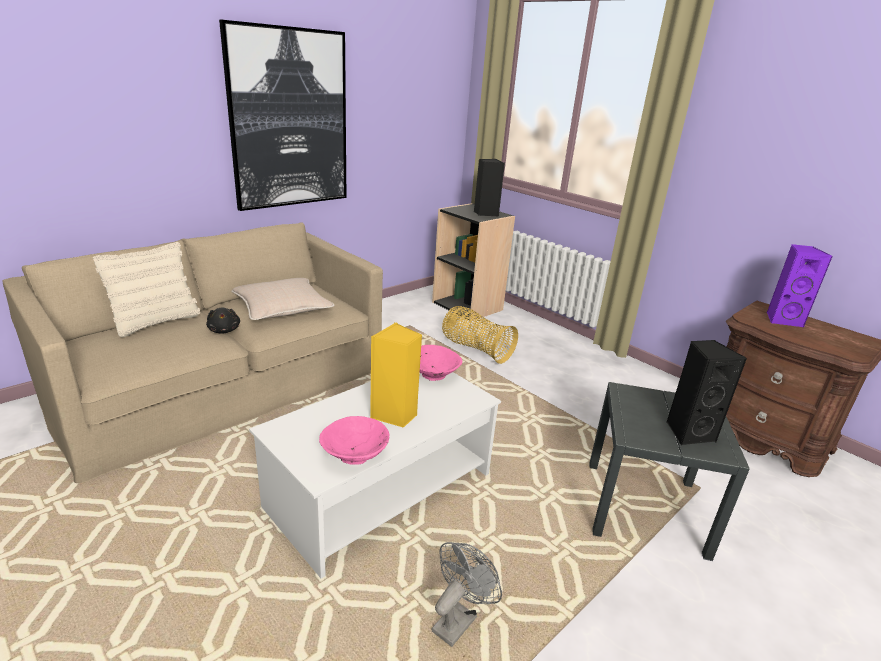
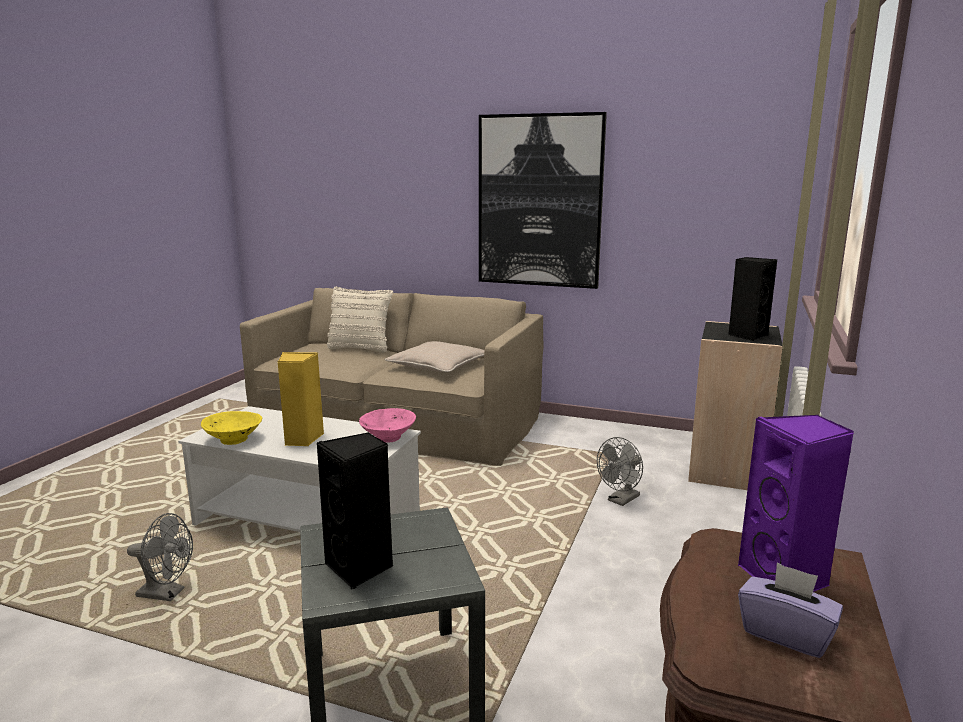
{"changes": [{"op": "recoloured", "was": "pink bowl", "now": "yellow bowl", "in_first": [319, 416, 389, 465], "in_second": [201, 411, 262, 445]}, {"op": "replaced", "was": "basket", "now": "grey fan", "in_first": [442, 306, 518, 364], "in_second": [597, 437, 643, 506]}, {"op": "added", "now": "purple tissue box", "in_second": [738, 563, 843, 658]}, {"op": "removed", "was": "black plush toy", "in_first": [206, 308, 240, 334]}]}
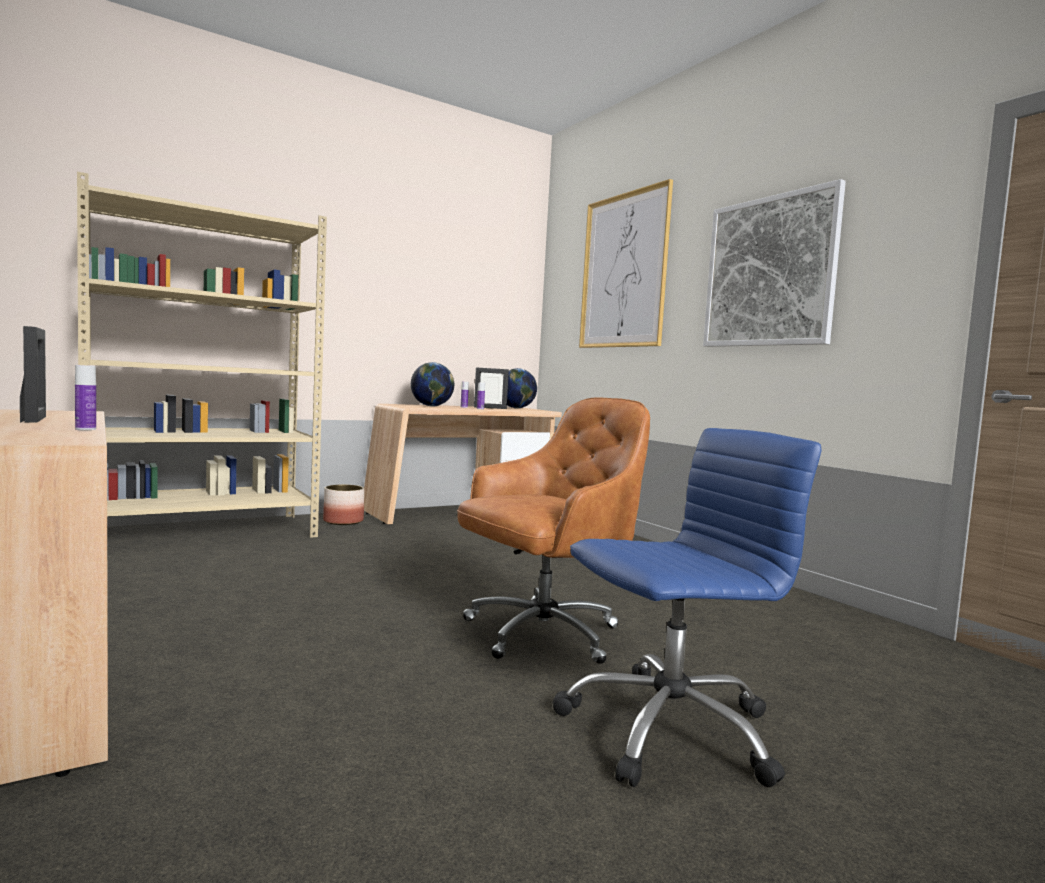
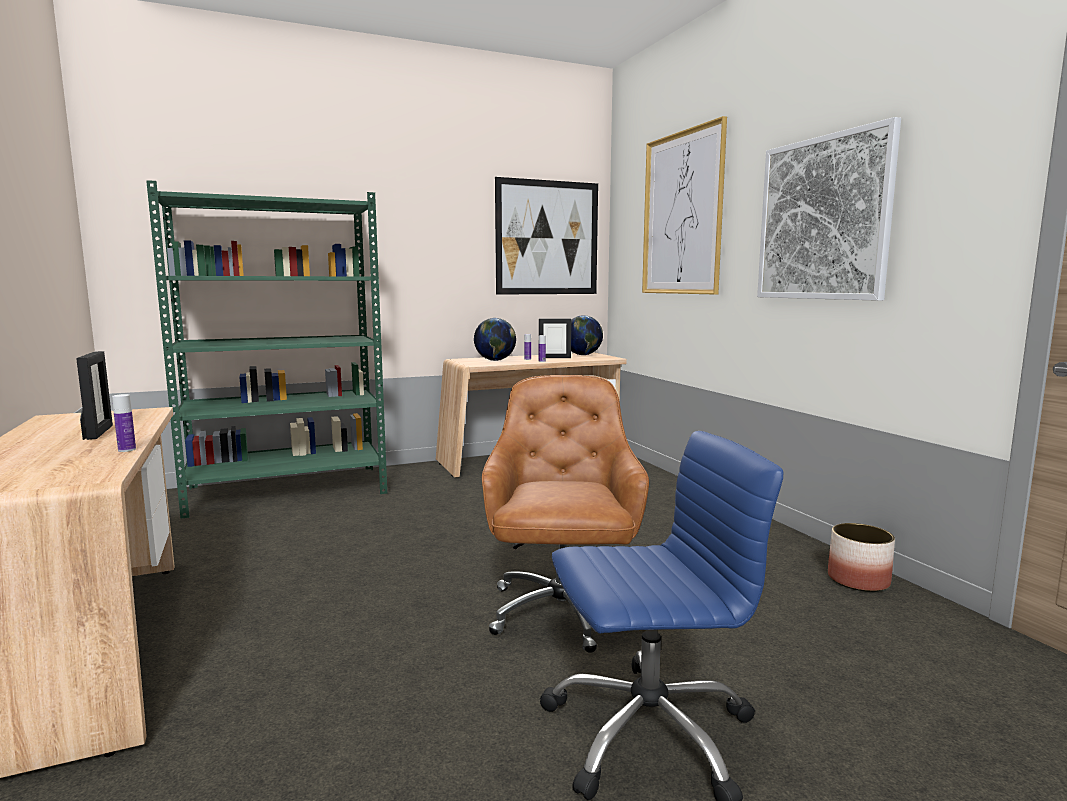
{"changes": [{"op": "recoloured", "was": "beige bookcase", "now": "green bookcase", "in_first": [77, 172, 327, 538], "in_second": [146, 180, 387, 519]}, {"op": "turned", "was": "brown office chair", "in_first": [457, 398, 650, 664], "in_second": [482, 375, 649, 653], "clockwise": -60}, {"op": "added", "now": "picture", "in_second": [495, 177, 598, 295]}, {"op": "moved", "was": "planter", "in_first": [323, 485, 364, 525], "in_second": [828, 523, 895, 592]}]}
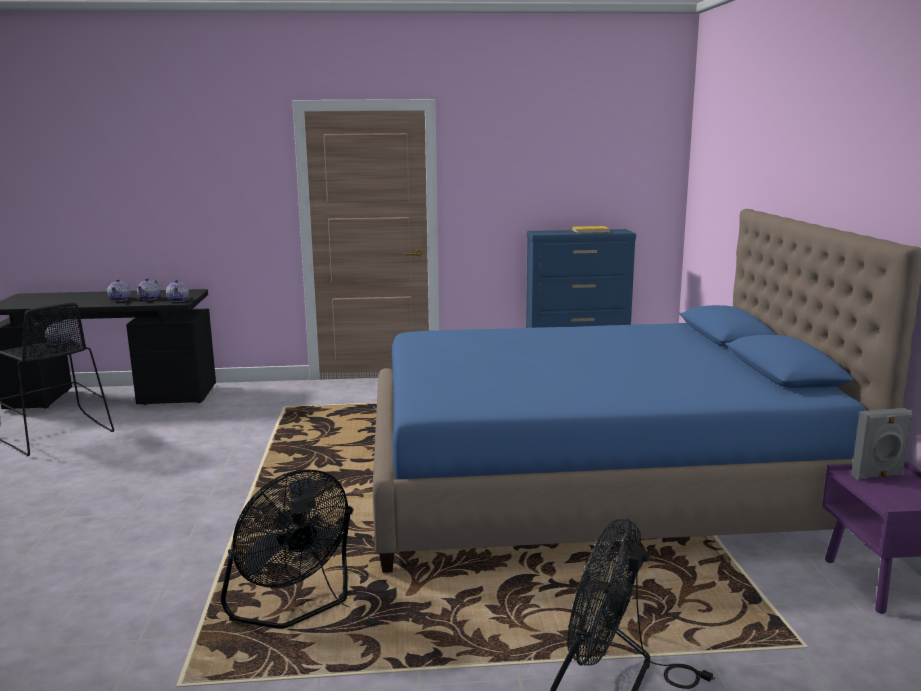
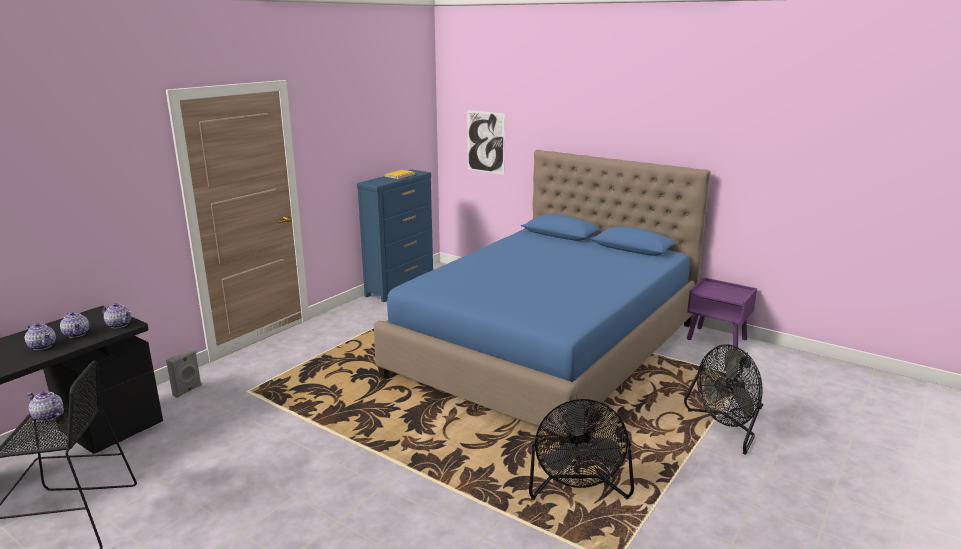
{"changes": [{"op": "moved", "was": "grey speaker", "in_first": [851, 408, 913, 480], "in_second": [166, 348, 202, 398]}, {"op": "added", "now": "picture", "in_second": [467, 110, 505, 175]}, {"op": "turned", "was": "black fan", "in_first": [221, 470, 378, 629], "in_second": [529, 399, 634, 500], "clockwise": -90}]}
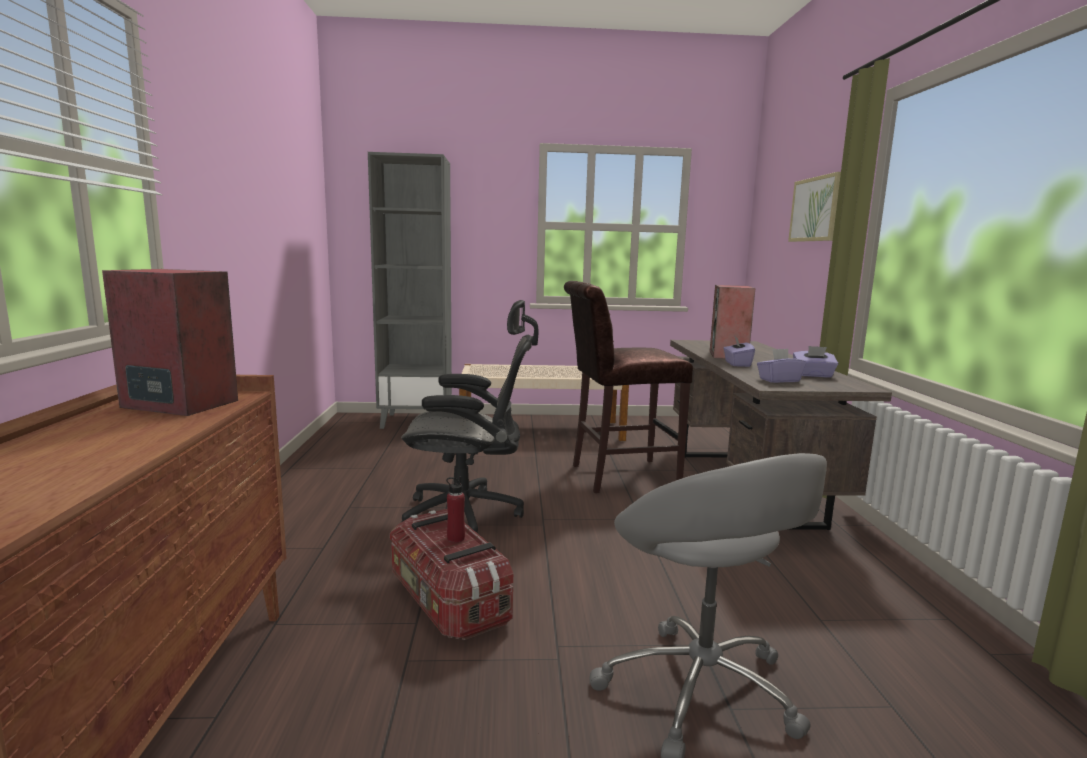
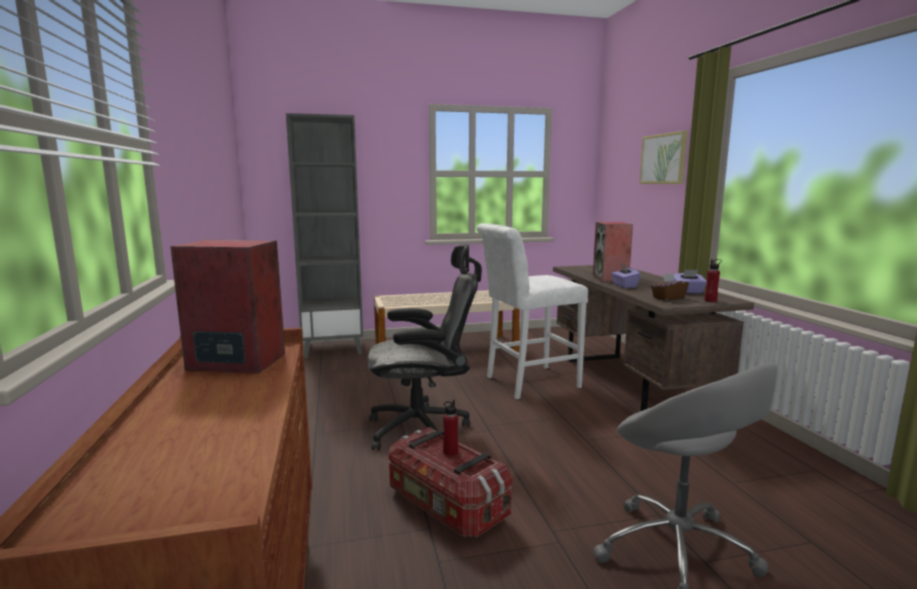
{"changes": [{"op": "recoloured", "was": "brown stool", "now": "white stool", "in_first": [564, 281, 693, 493], "in_second": [477, 223, 588, 399]}, {"op": "recoloured", "was": "purple tissue box", "now": "brown tissue box", "in_first": [757, 349, 807, 383], "in_second": [651, 273, 689, 301]}, {"op": "added", "now": "red bottle", "in_second": [704, 259, 722, 302]}]}
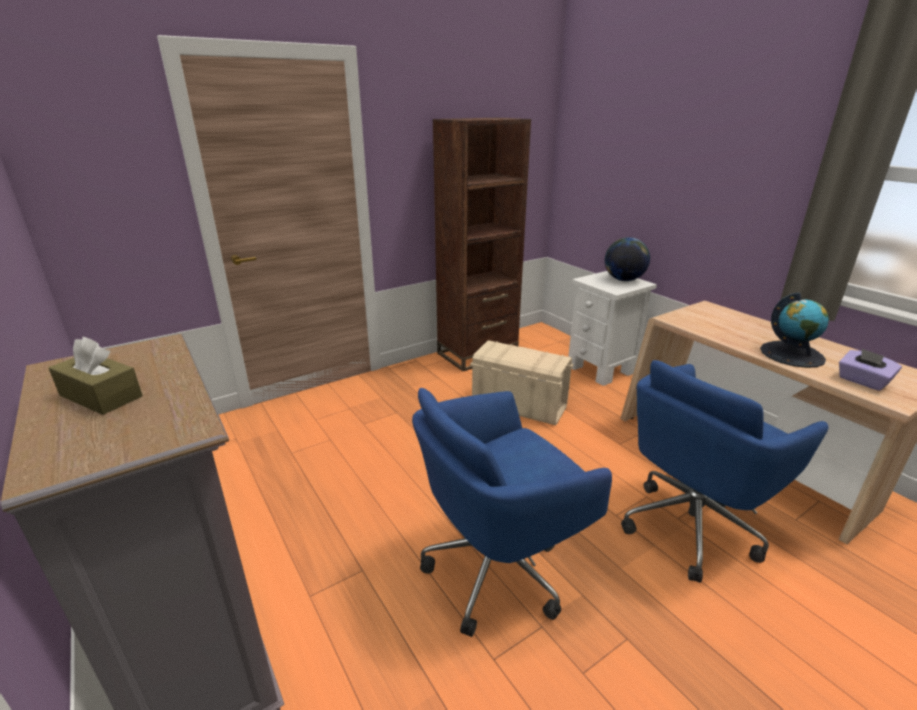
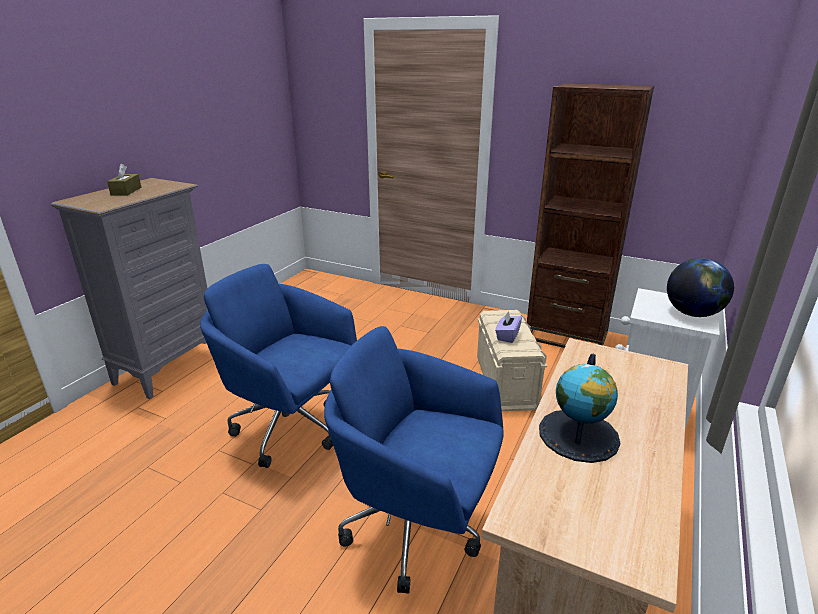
{"changes": [{"op": "moved", "was": "purple tissue box", "in_first": [839, 349, 902, 391], "in_second": [495, 311, 522, 343]}]}
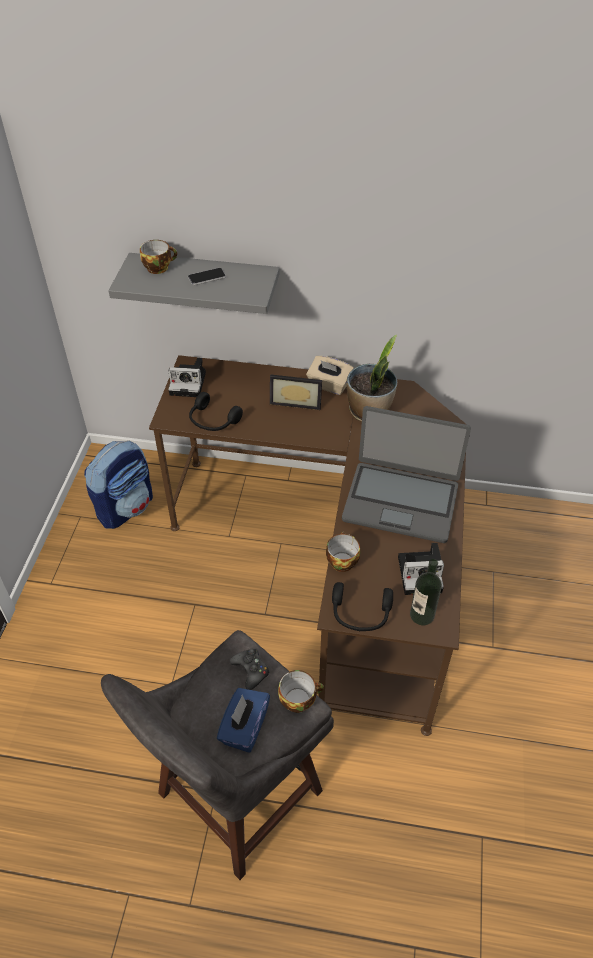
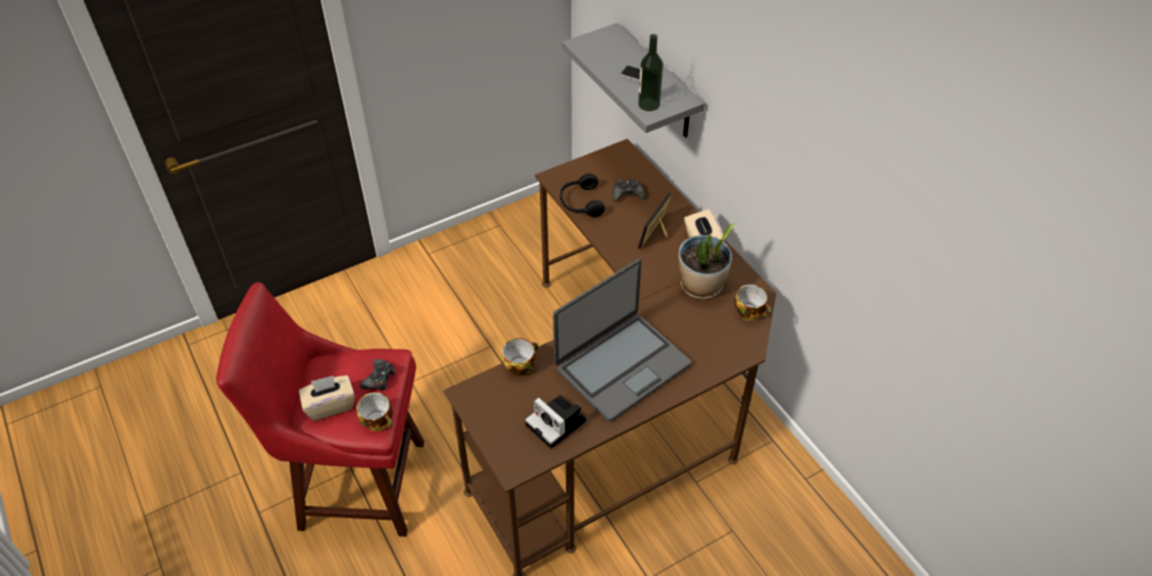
{"changes": [{"op": "recoloured", "was": "grey stool", "now": "red stool", "in_first": [101, 630, 334, 880], "in_second": [216, 282, 424, 537]}, {"op": "recoloured", "was": "blue tissue box", "now": "beige tissue box", "in_first": [217, 688, 270, 753], "in_second": [299, 375, 355, 421]}, {"op": "turned", "was": "laptop", "in_first": [342, 406, 471, 543], "in_second": [553, 259, 691, 422], "clockwise": -105}, {"op": "added", "now": "black game controller", "in_second": [613, 179, 645, 201]}, {"op": "moved", "was": "bottle", "in_first": [410, 559, 442, 625], "in_second": [638, 34, 663, 111]}, {"op": "turned", "was": "picture frame", "in_first": [270, 374, 322, 410], "in_second": [638, 192, 672, 249], "clockwise": 60}, {"op": "moved", "was": "cup", "in_first": [140, 240, 177, 274], "in_second": [735, 285, 772, 321]}, {"op": "removed", "was": "backpack", "in_first": [84, 441, 153, 529]}, {"op": "removed", "was": "photo camera", "in_first": [168, 358, 206, 397]}, {"op": "removed", "was": "black headphones", "in_first": [332, 582, 393, 631]}]}
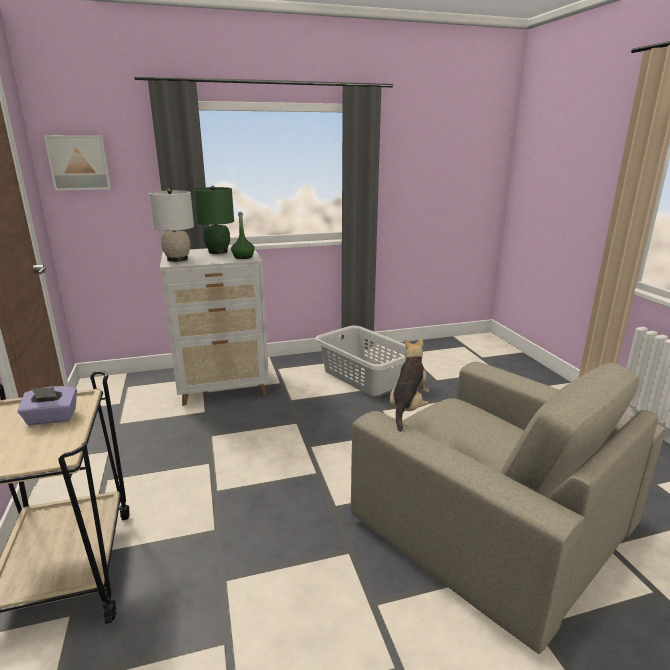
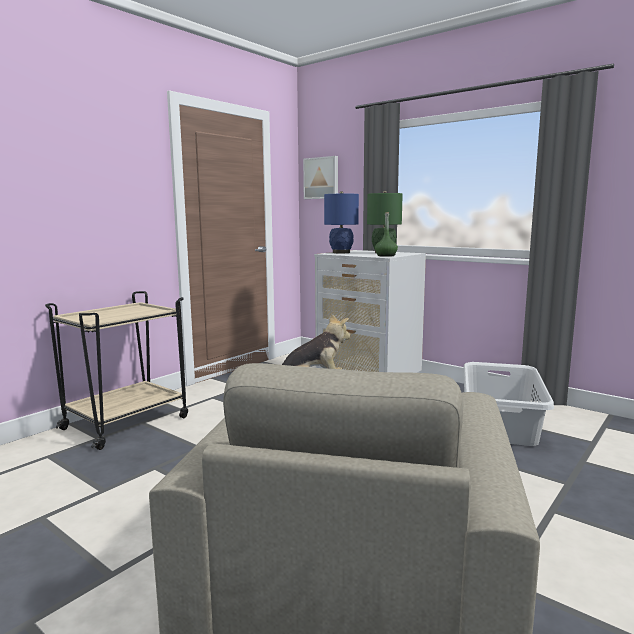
{"changes": [{"op": "recoloured", "was": "white table lamp", "now": "blue table lamp", "in_first": [149, 189, 194, 262], "in_second": [324, 191, 359, 253]}, {"op": "removed", "was": "purple tissue box", "in_first": [17, 386, 77, 425]}]}
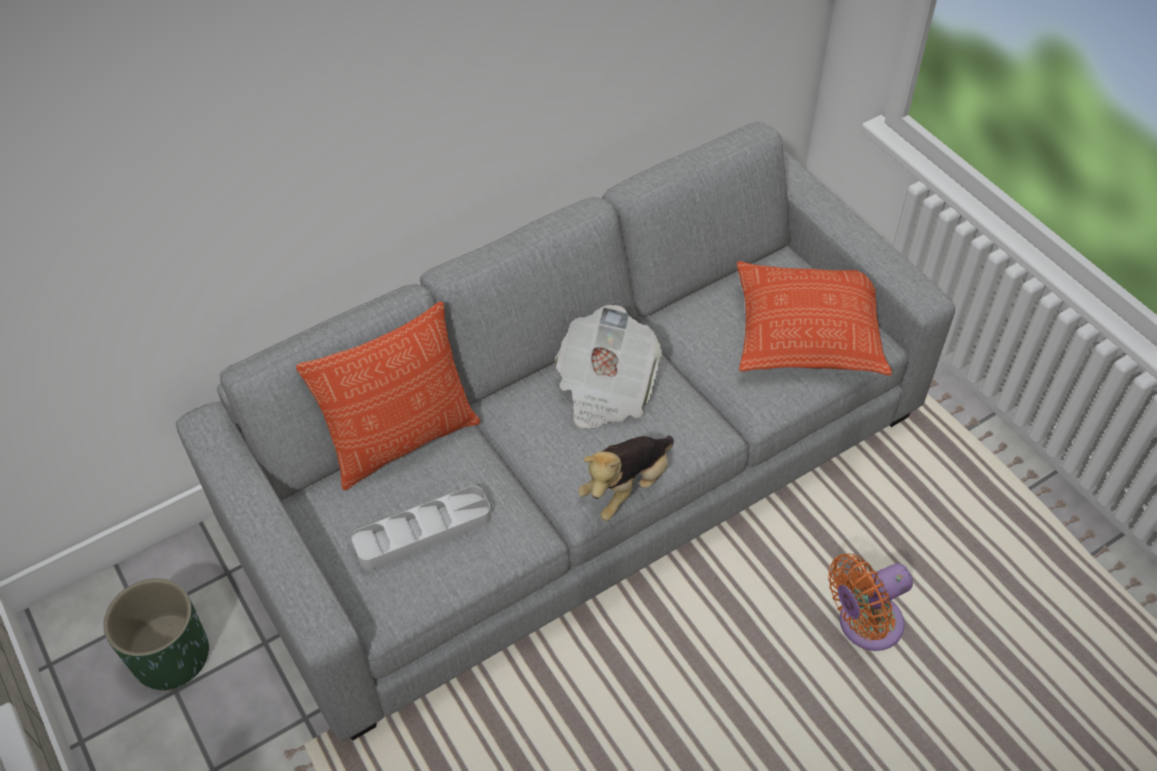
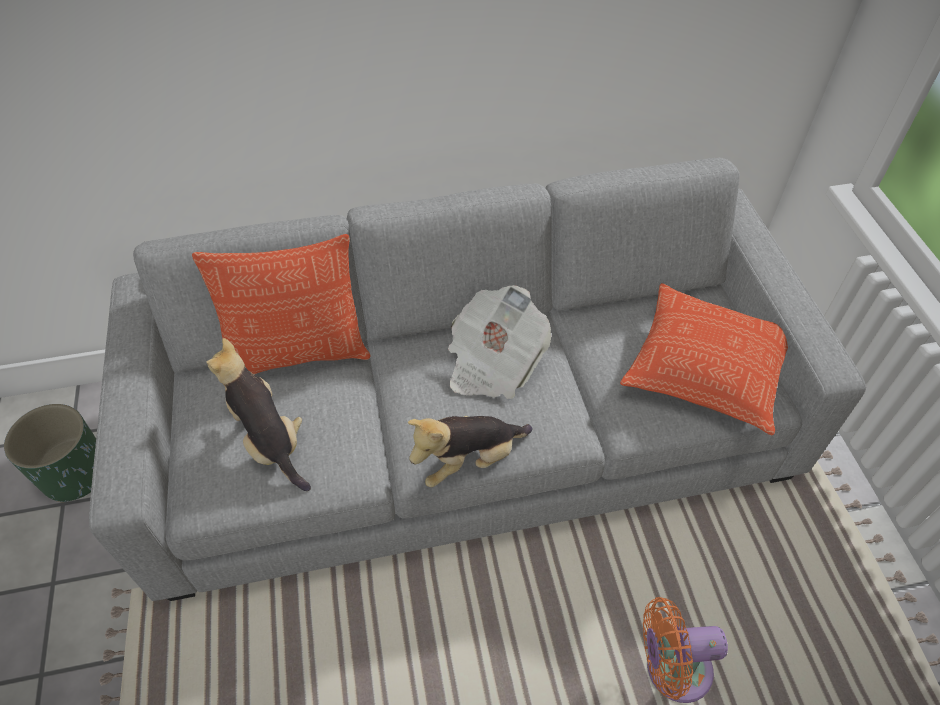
{"changes": [{"op": "replaced", "was": "grey tray", "now": "plush toy", "in_first": [352, 486, 491, 570], "in_second": [207, 338, 311, 491]}]}
